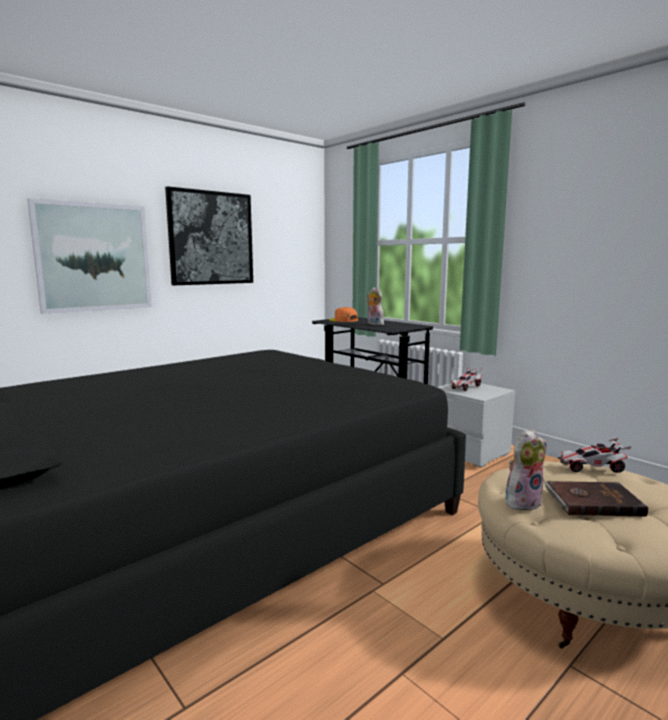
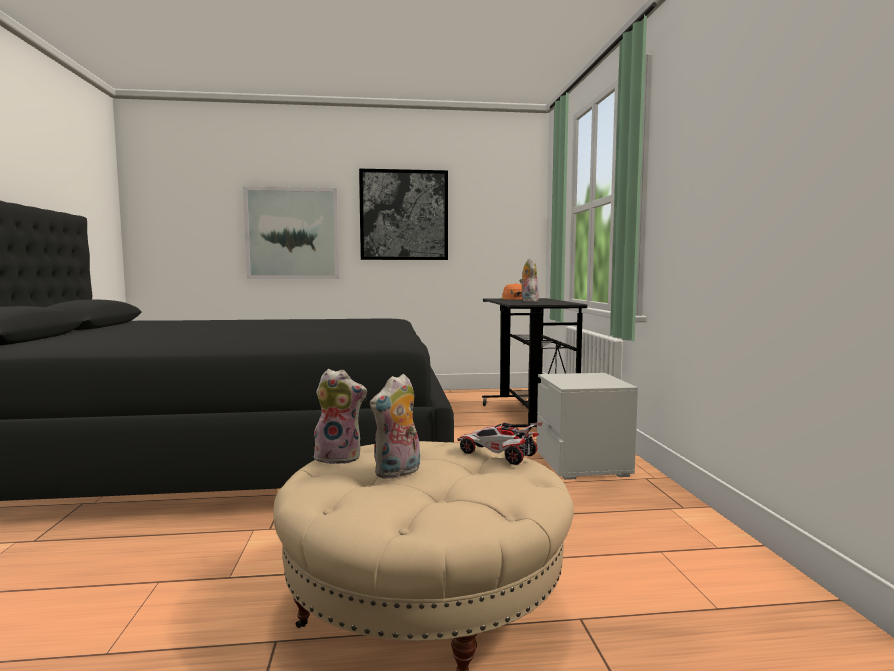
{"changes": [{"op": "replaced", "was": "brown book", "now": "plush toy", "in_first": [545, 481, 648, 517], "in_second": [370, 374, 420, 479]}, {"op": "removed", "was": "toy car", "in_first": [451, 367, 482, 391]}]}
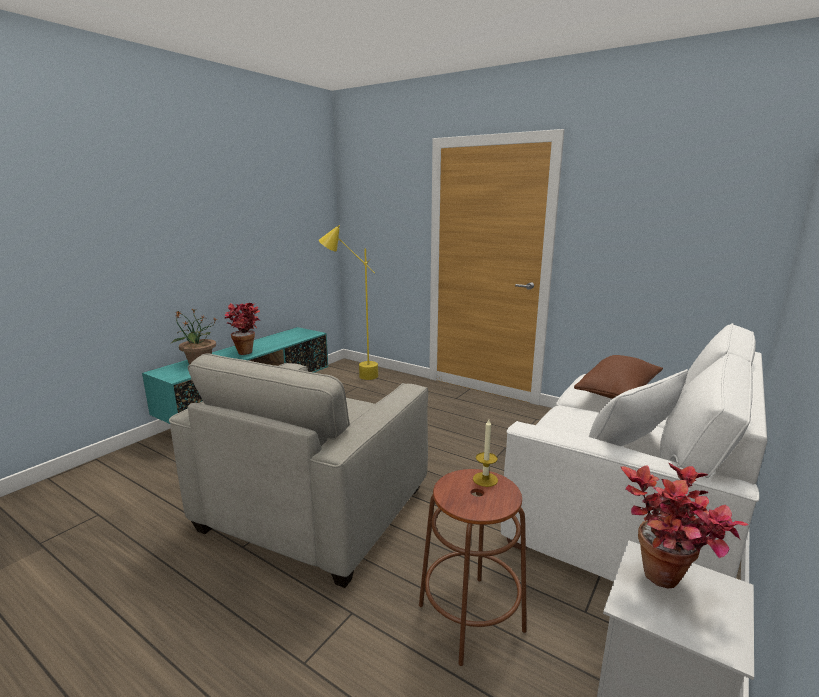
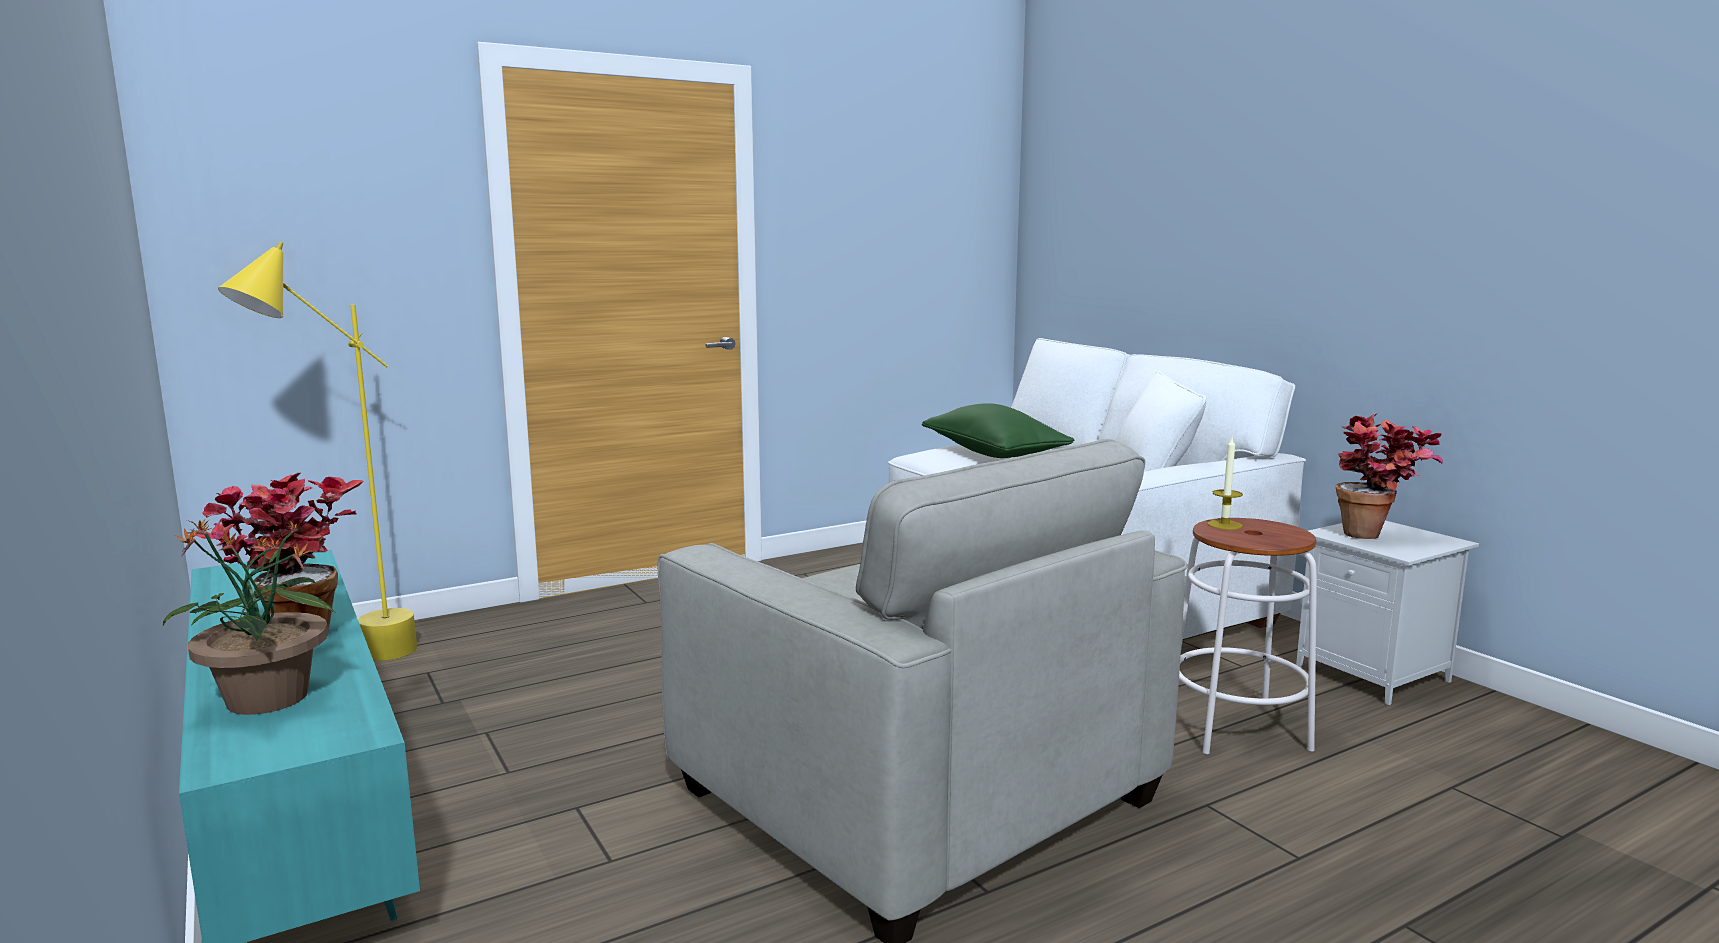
{"changes": [{"op": "recoloured", "was": "brown pillow", "now": "green pillow", "in_first": [574, 355, 663, 399], "in_second": [922, 403, 1074, 458]}, {"op": "recoloured", "was": "brown stool", "now": "white stool", "in_first": [419, 469, 527, 666], "in_second": [1179, 518, 1317, 754]}]}
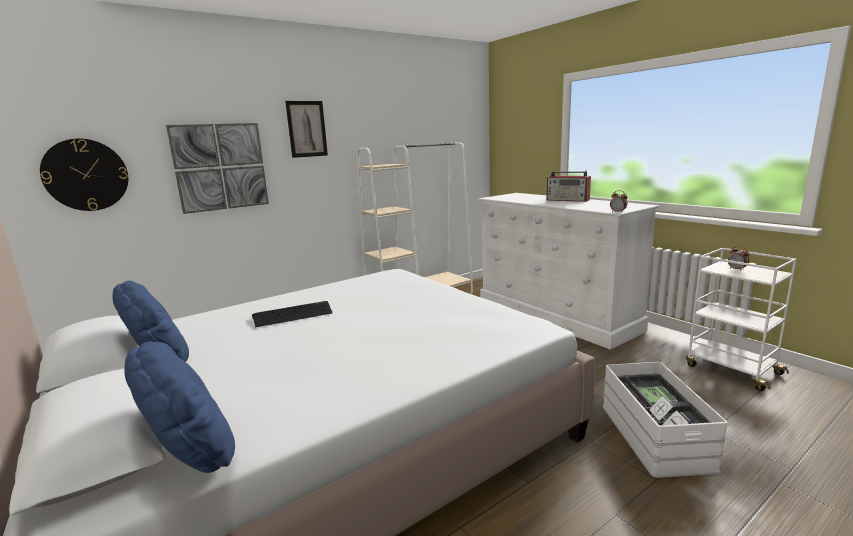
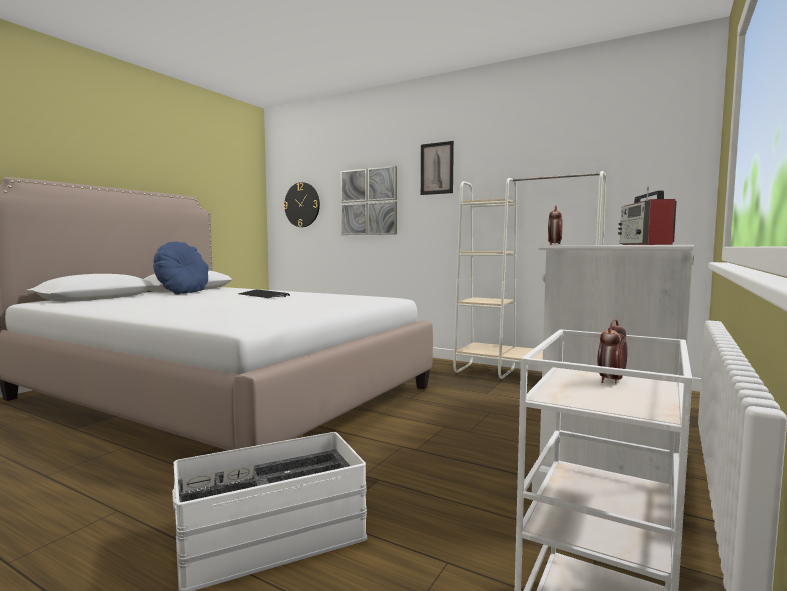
{"changes": [{"op": "removed", "was": "blue pillow", "in_first": [124, 342, 235, 473]}]}
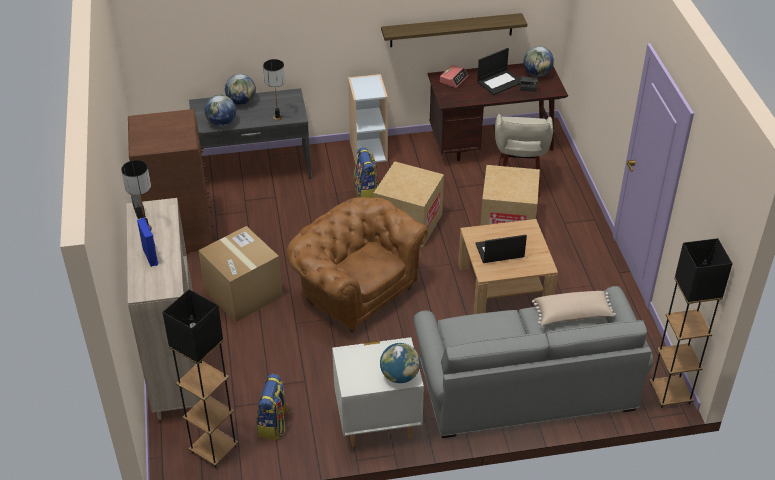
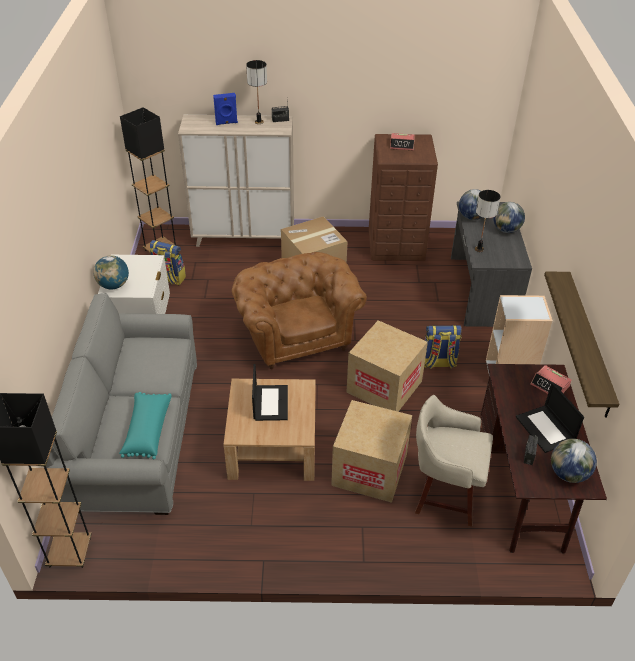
{"changes": [{"op": "recoloured", "was": "beige pillow", "now": "turquoise pillow", "in_first": [532, 291, 616, 325], "in_second": [119, 392, 172, 459]}, {"op": "turned", "was": "brown armchair", "in_first": [286, 197, 428, 333], "in_second": [232, 252, 367, 369], "clockwise": -75}, {"op": "added", "now": "alarm clock", "in_second": [390, 133, 415, 150]}]}
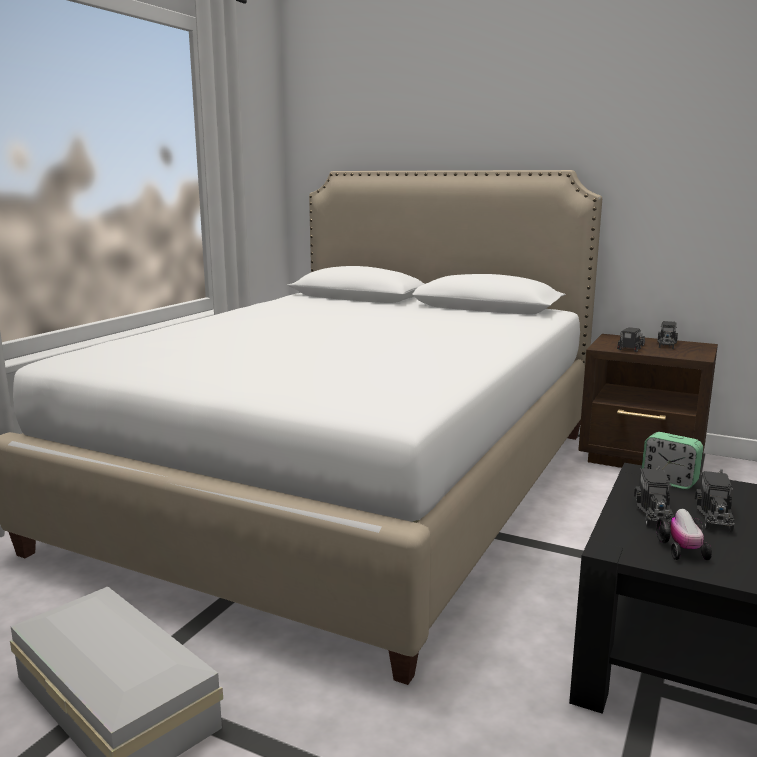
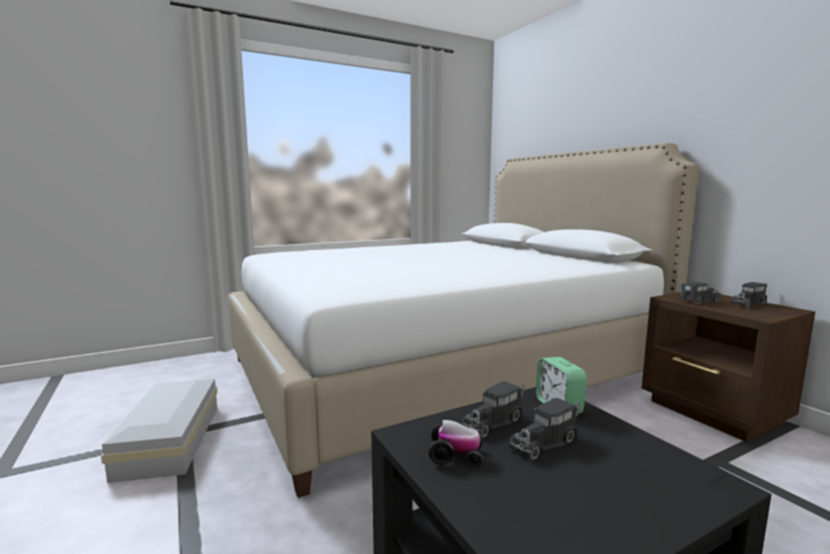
{"changes": [{"op": "turned", "was": "toy car", "in_first": [656, 509, 712, 560], "in_second": [428, 420, 483, 467], "clockwise": -120}]}
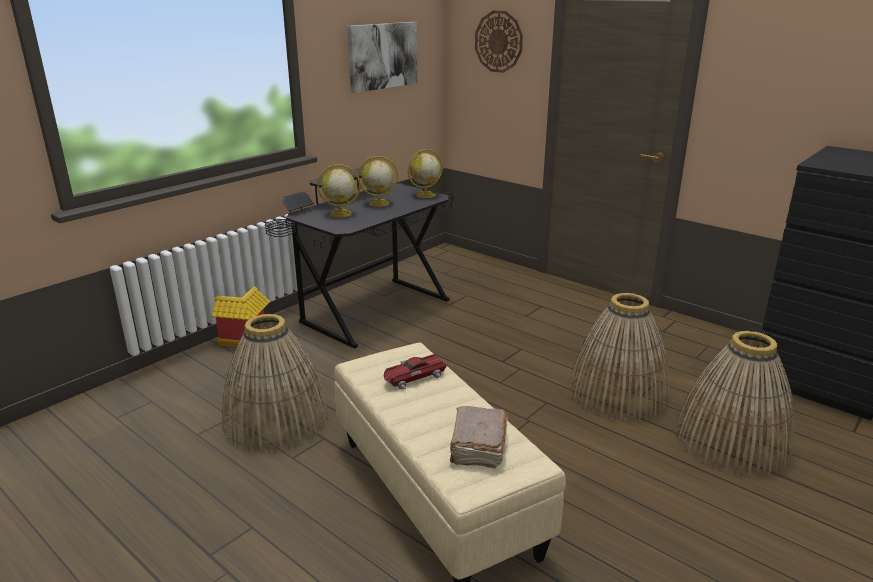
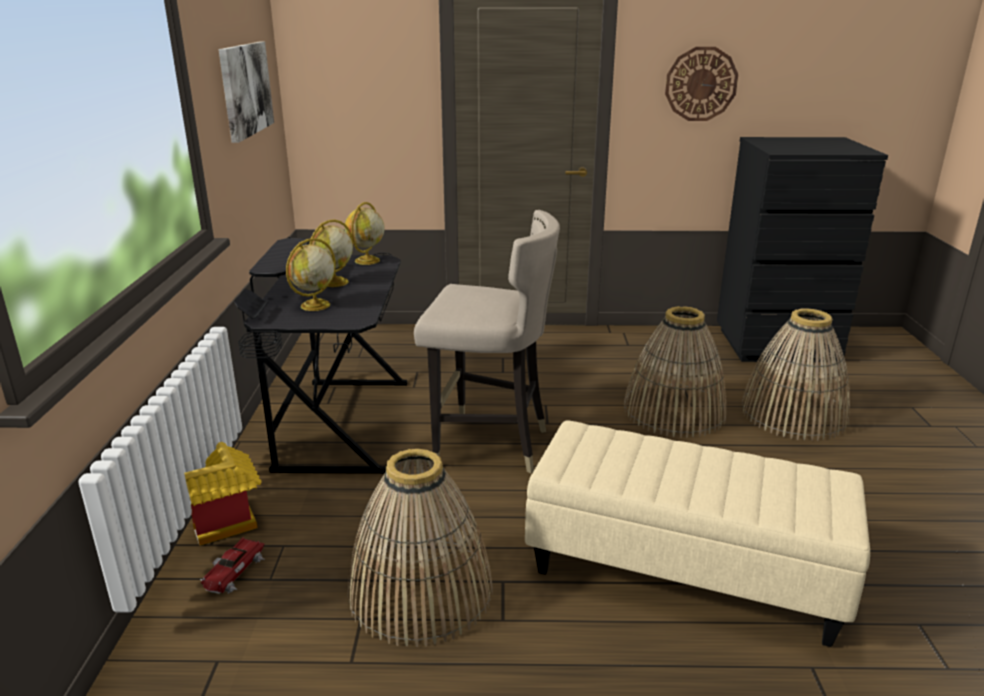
{"changes": [{"op": "moved", "was": "toy car", "in_first": [384, 354, 448, 390], "in_second": [200, 537, 265, 594]}, {"op": "added", "now": "beige stool", "in_second": [414, 210, 560, 473]}, {"op": "moved", "was": "wall clock", "in_first": [475, 11, 523, 73], "in_second": [665, 47, 738, 121]}, {"op": "removed", "was": "brown book", "in_first": [450, 406, 508, 469]}]}
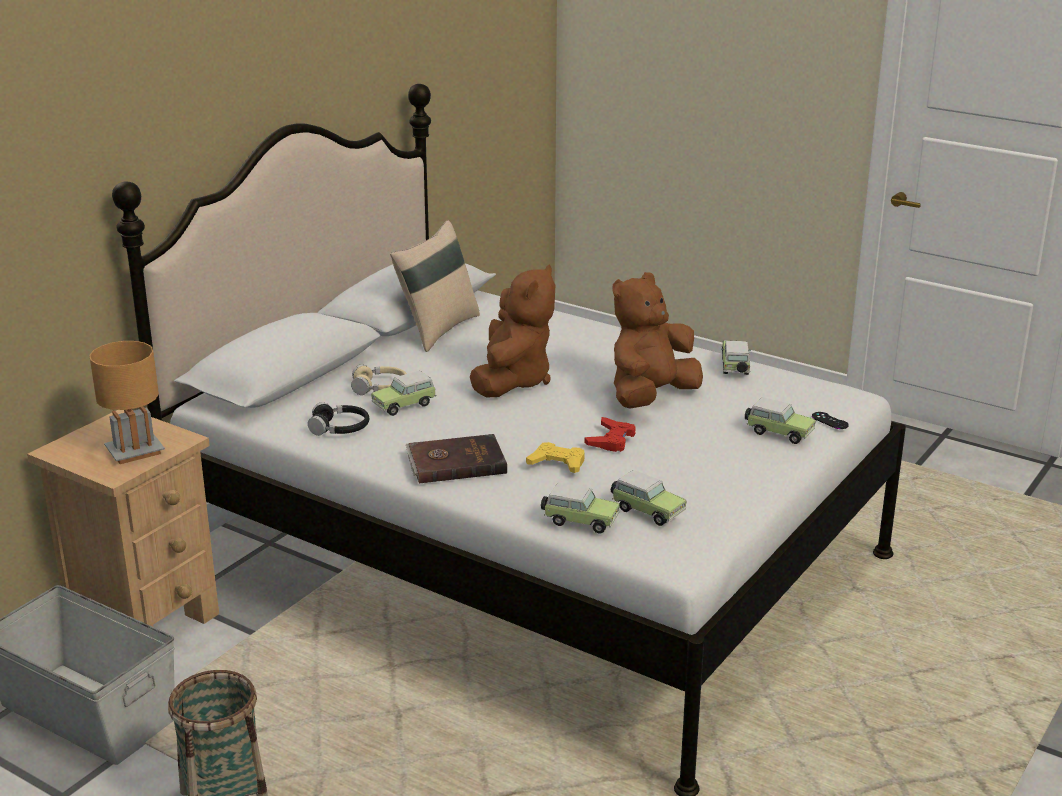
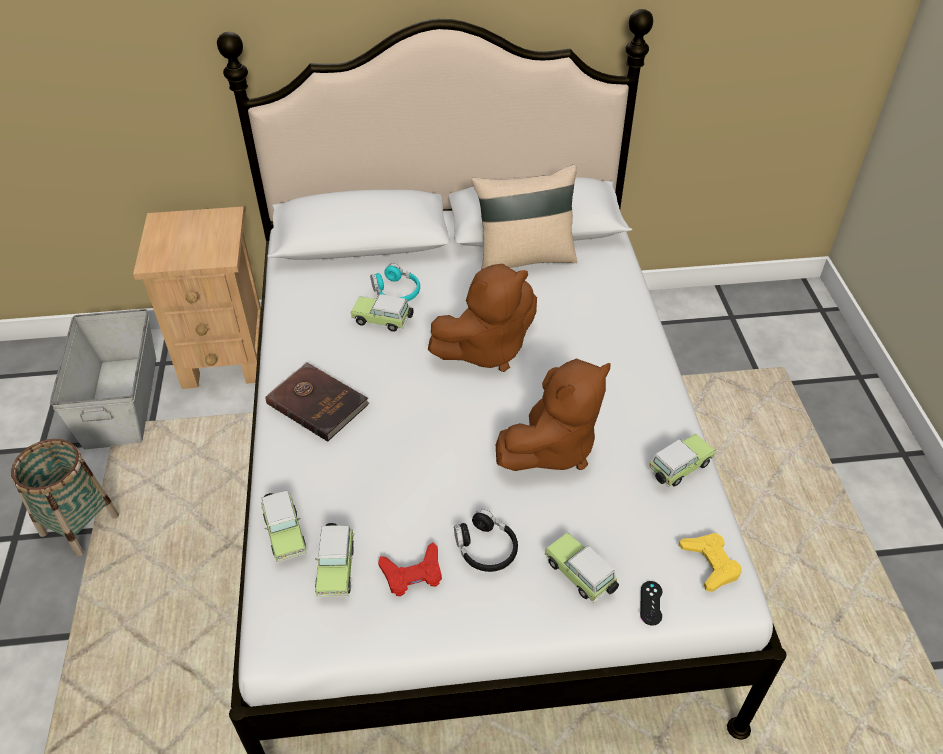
{"changes": [{"op": "recoloured", "was": "beige headphones", "now": "turquoise headphones", "in_first": [351, 364, 407, 395], "in_second": [371, 263, 420, 302]}, {"op": "moved", "was": "red game controller", "in_first": [585, 417, 636, 452], "in_second": [378, 542, 442, 596]}, {"op": "moved", "was": "black headphones", "in_first": [308, 402, 369, 436], "in_second": [454, 509, 518, 572]}, {"op": "turned", "was": "brown plush toy", "in_first": [612, 272, 703, 409], "in_second": [496, 358, 611, 471], "clockwise": 135}, {"op": "turned", "was": "toy car", "in_first": [745, 397, 816, 444], "in_second": [545, 532, 619, 603], "clockwise": 150}, {"op": "moved", "was": "yellow game controller", "in_first": [526, 442, 584, 473], "in_second": [679, 533, 742, 592]}, {"op": "removed", "was": "brown table lamp", "in_first": [89, 341, 165, 464]}]}
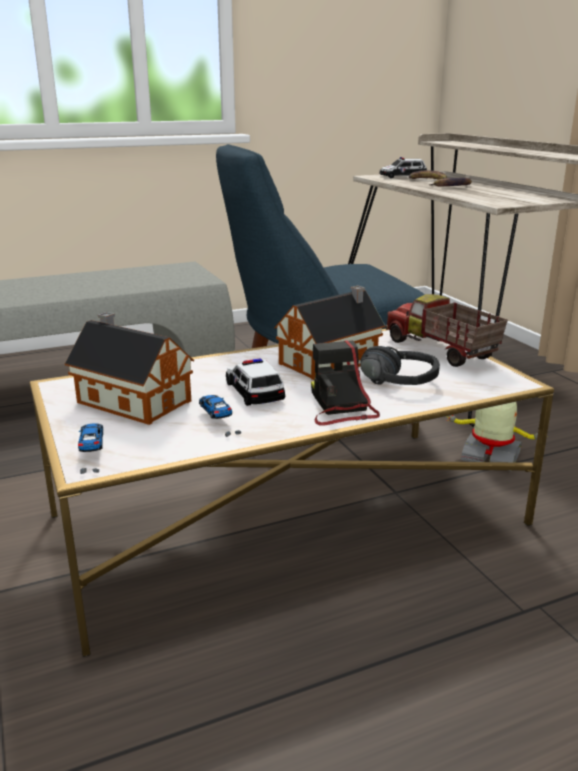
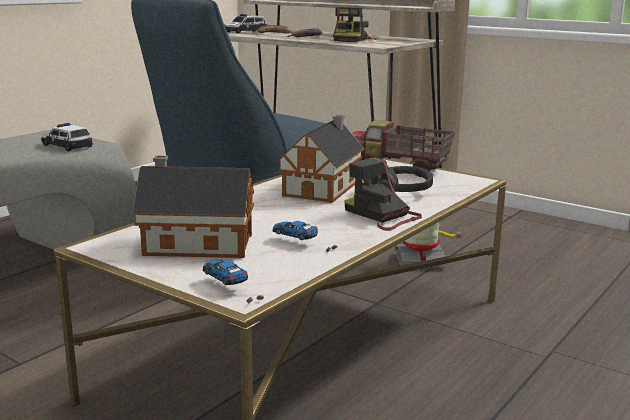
{"changes": [{"op": "moved", "was": "toy car", "in_first": [226, 358, 285, 406], "in_second": [41, 123, 93, 152]}, {"op": "added", "now": "photo camera", "in_second": [333, 7, 377, 42]}]}
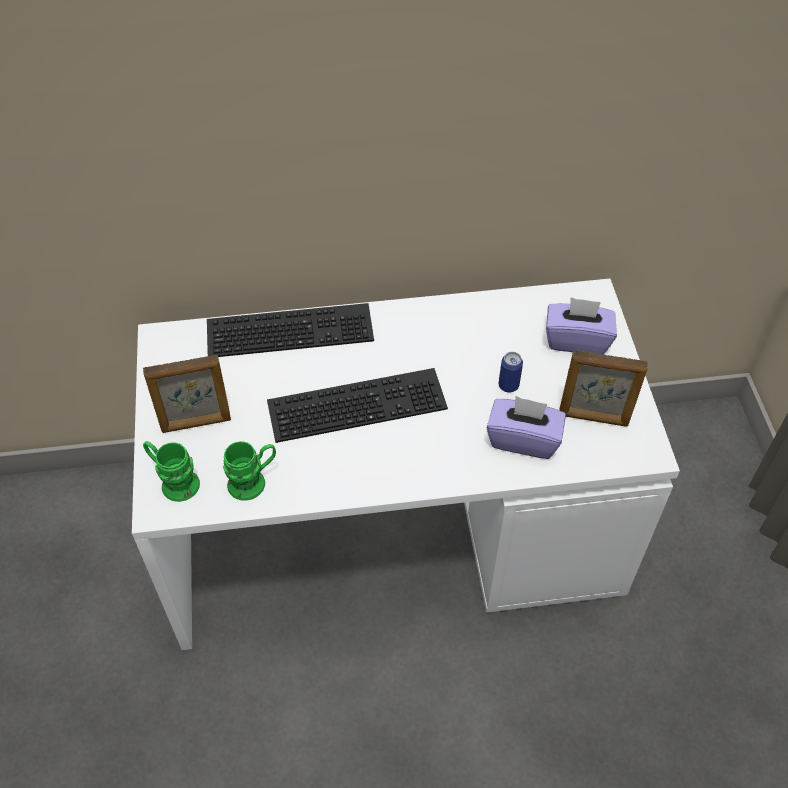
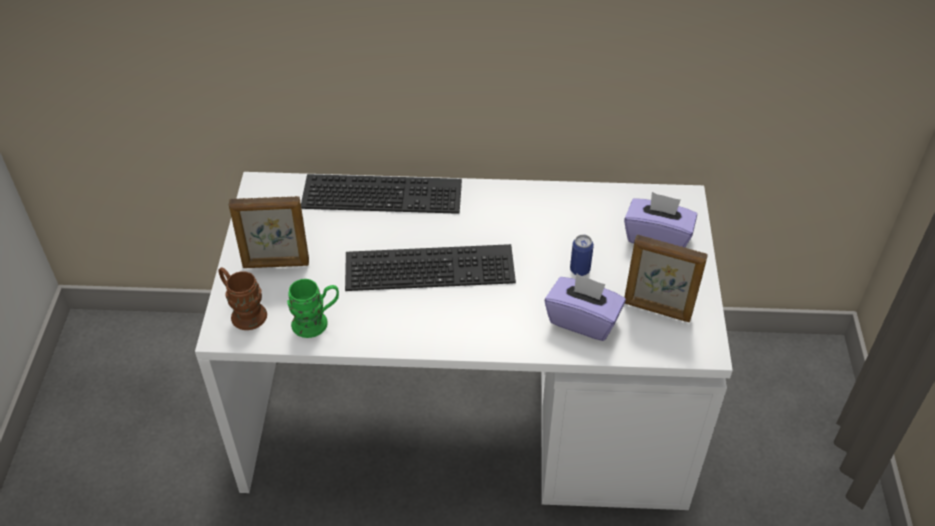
{"changes": [{"op": "recoloured", "was": "green mug", "now": "brown mug", "in_first": [143, 441, 200, 502], "in_second": [218, 267, 267, 330]}]}
